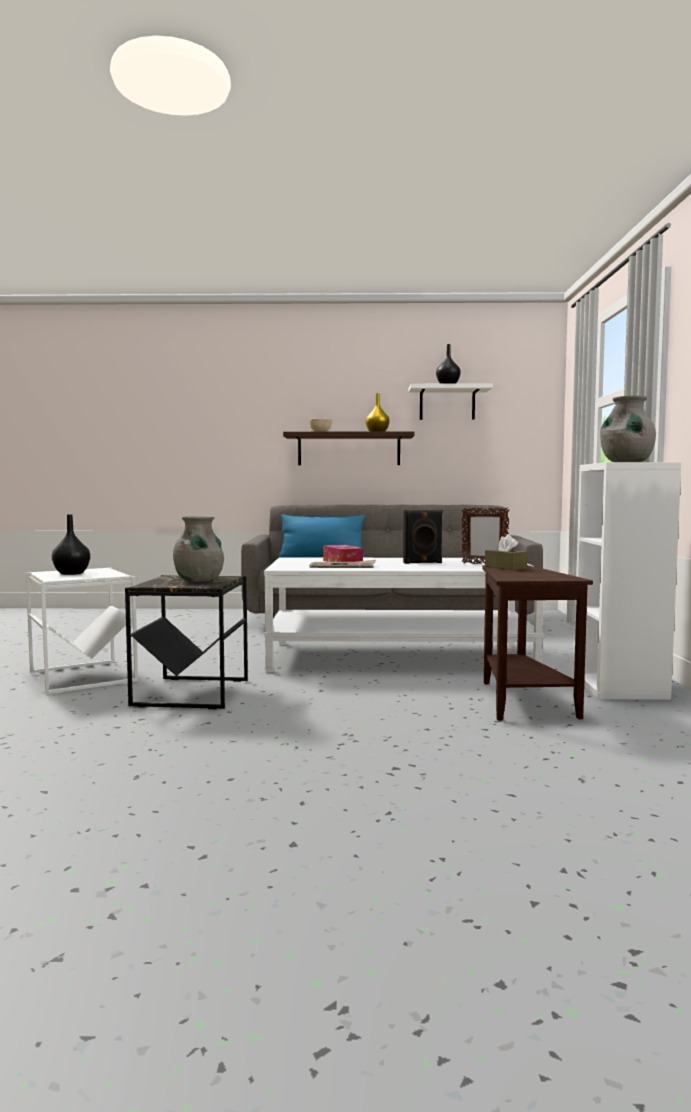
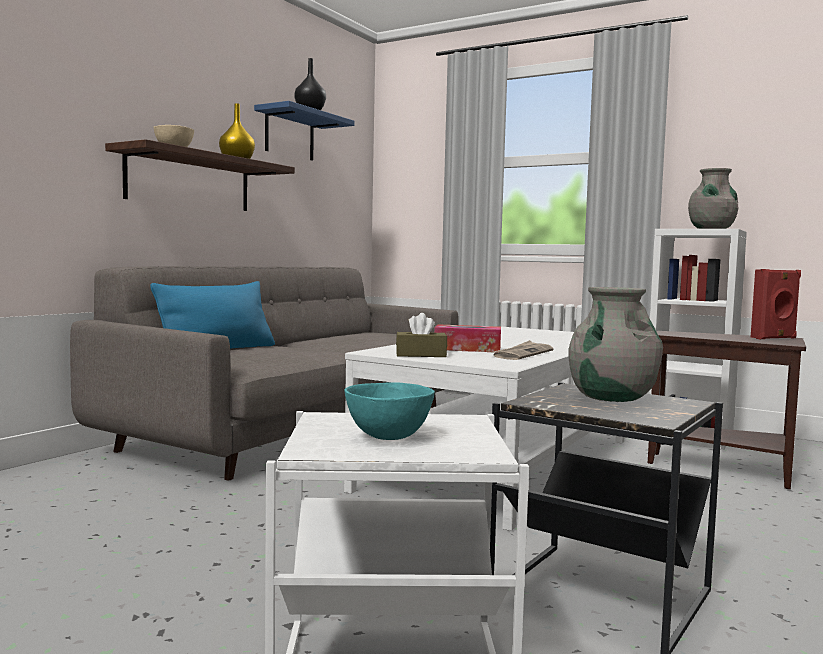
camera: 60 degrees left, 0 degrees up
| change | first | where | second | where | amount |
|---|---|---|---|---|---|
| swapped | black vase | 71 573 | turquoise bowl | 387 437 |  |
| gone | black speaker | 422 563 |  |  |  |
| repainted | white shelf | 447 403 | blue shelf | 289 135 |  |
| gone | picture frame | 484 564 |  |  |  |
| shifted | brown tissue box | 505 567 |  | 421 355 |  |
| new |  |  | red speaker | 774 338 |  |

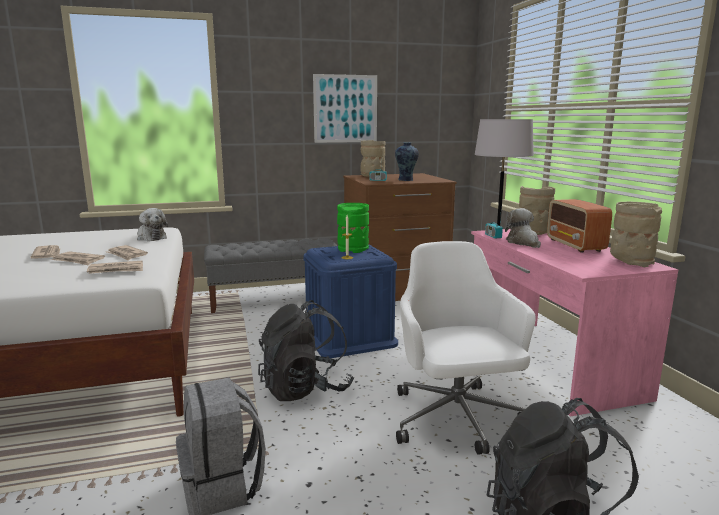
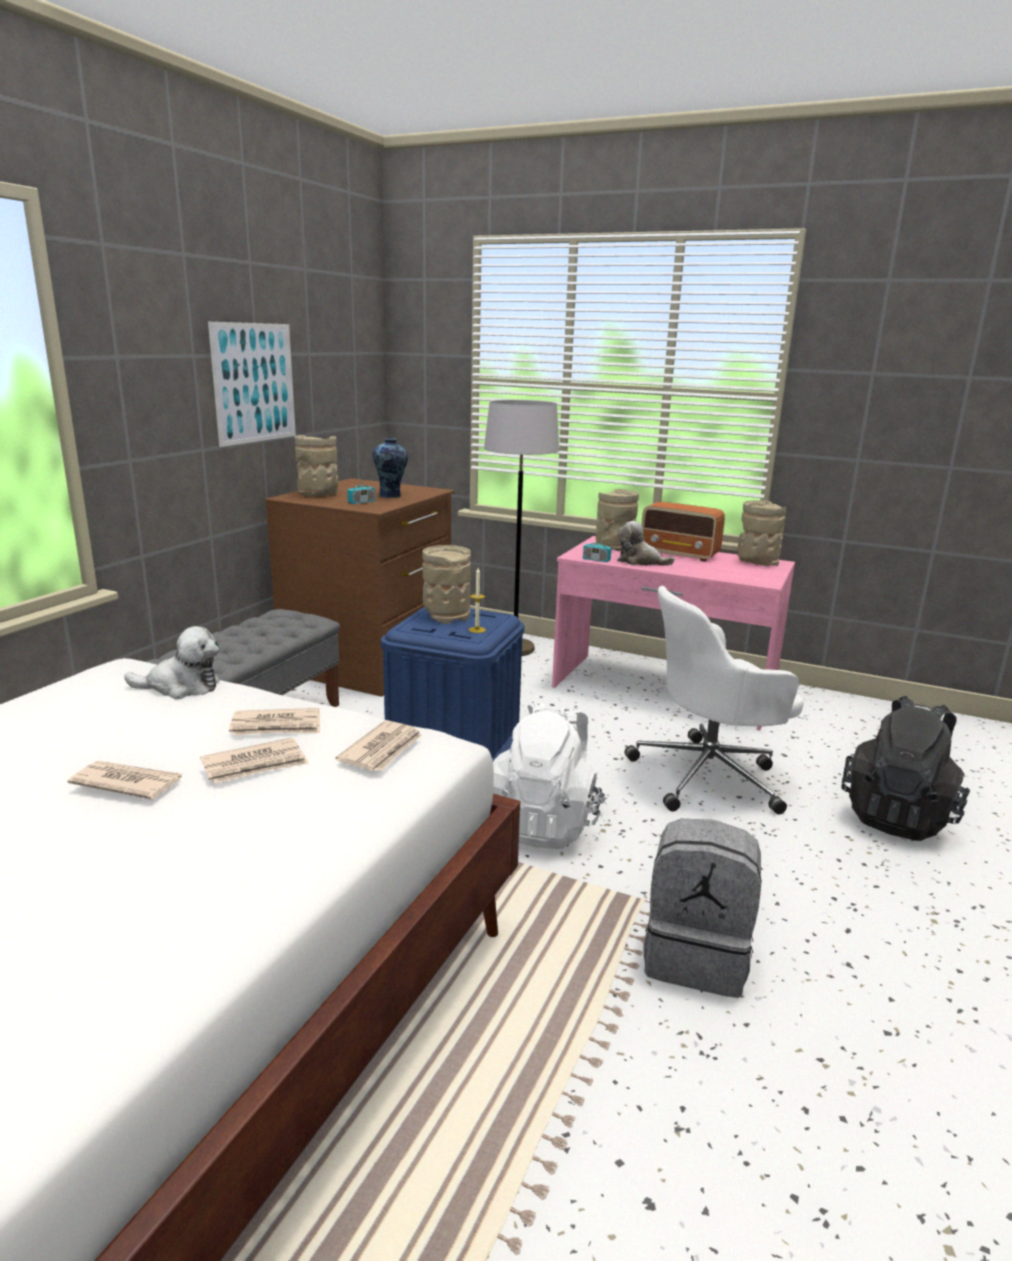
camera: 50 degrees left, 5 degrees up
| change | first | where | second | where | amount |
|---|---|---|---|---|---|
| repainted | black backpack | 305 389 | white backpack | 545 823 |  |
| repainted | green vase | 353 249 | beige vase | 446 615 |  |
| rotated | white office chair | 456 419 |  | 709 776 | 45 degrees counterclockwise |

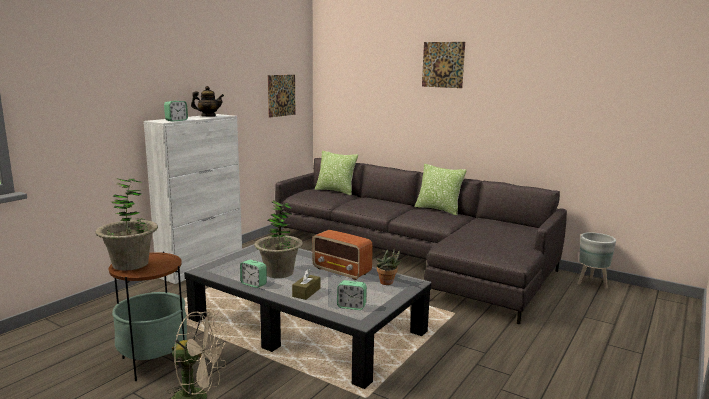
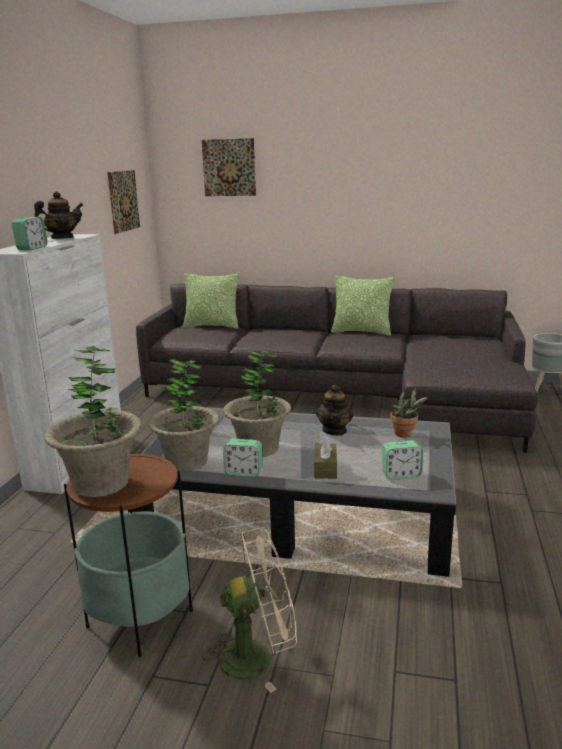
camera: 20 degrees left, 5 degrees up
| change | first | where | second | where | amount |
|---|---|---|---|---|---|
| swapped | radio | 342 271 | teapot | 335 430 |  |
| shifted | picture | 443 64 |  | 229 167 |  |
| new |  |  | potted plant | 187 461 |  |

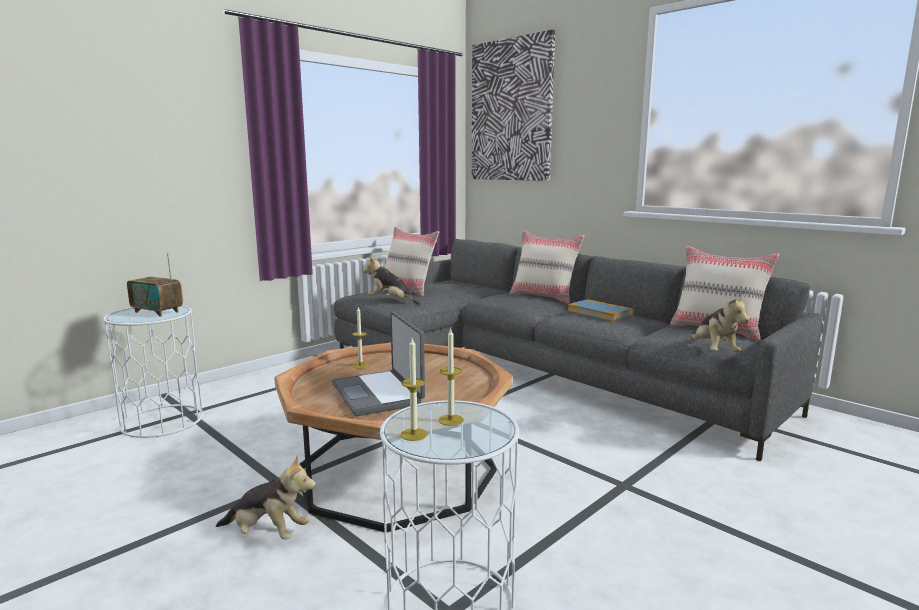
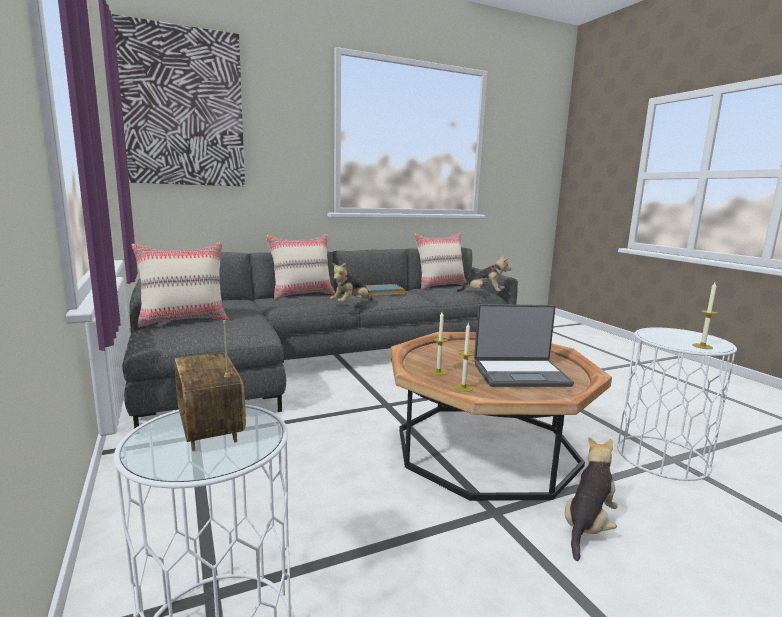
camera: 70 degrees left, 0 degrees up
| change | first | where | second | where | amount |
|---|---|---|---|---|---|
| rotated | radio | 157 312 |  | 210 428 | 105 degrees clockwise |
| shifted | plush toy | 391 302 |  | 351 304 |  |
| shifted | candle | 451 420 |  | 463 388 |  |

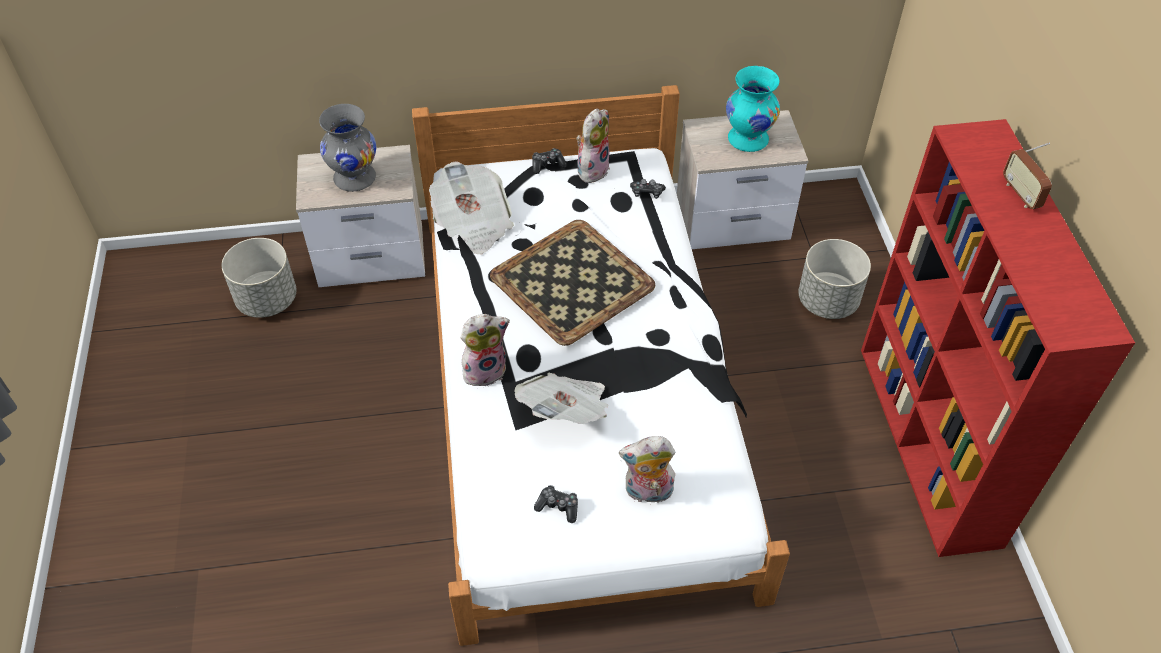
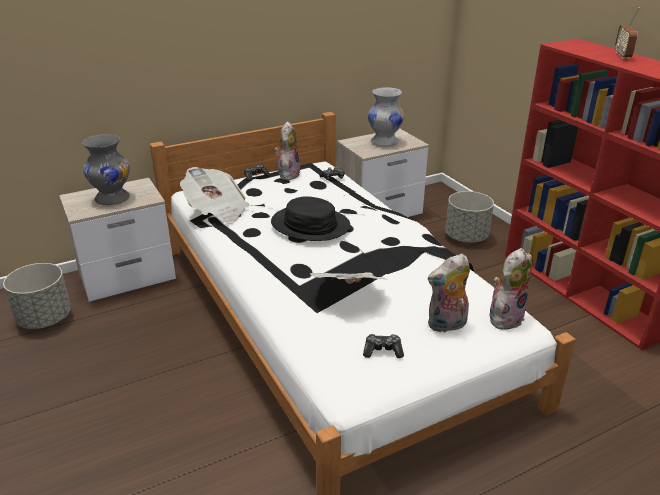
camera: 20 degrees left, 20 degrees down
| change | first | where | second | where | amount |
|---|---|---|---|---|---|
| shifted | plush toy | 485 370 |  | 505 317 |  |
| swapped | tray | 572 283 | black hat | 310 225 |  |
| repainted | turquoise vase | 748 140 | white vase | 385 142 |  |
| rotated | radio | 1020 194 |  | 622 56 | 45 degrees clockwise |

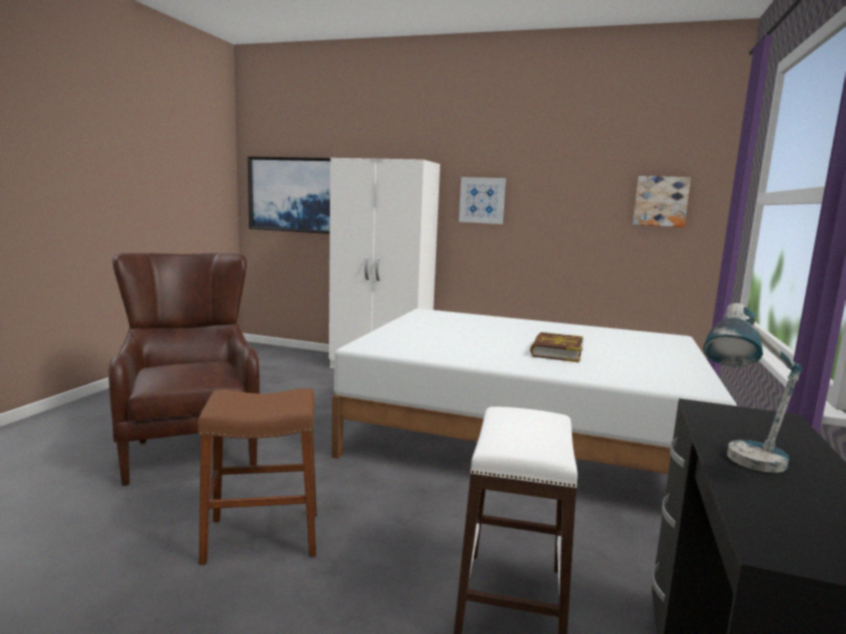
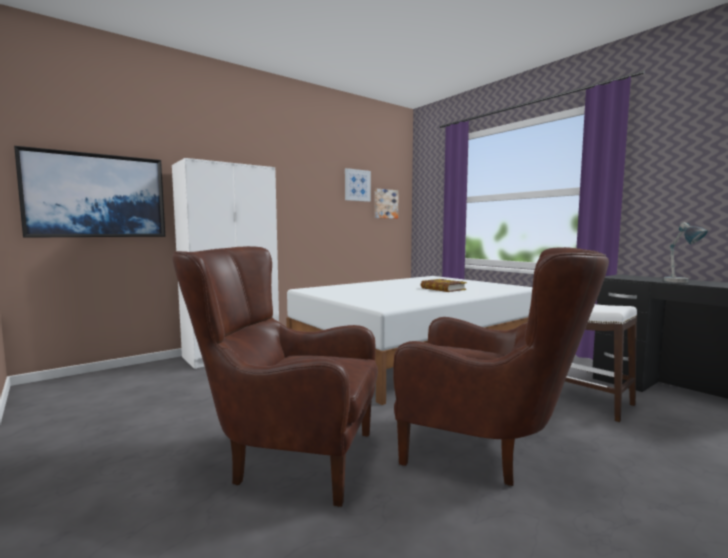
camera: 55 degrees left, 5 degrees down
| change | first | where | second | where | amount |
|---|---|---|---|---|---|
| swapped | brown stool | 262 536 | brown armchair | 487 451 |  |
| shifted | picture | 482 200 |  | 357 185 |  |

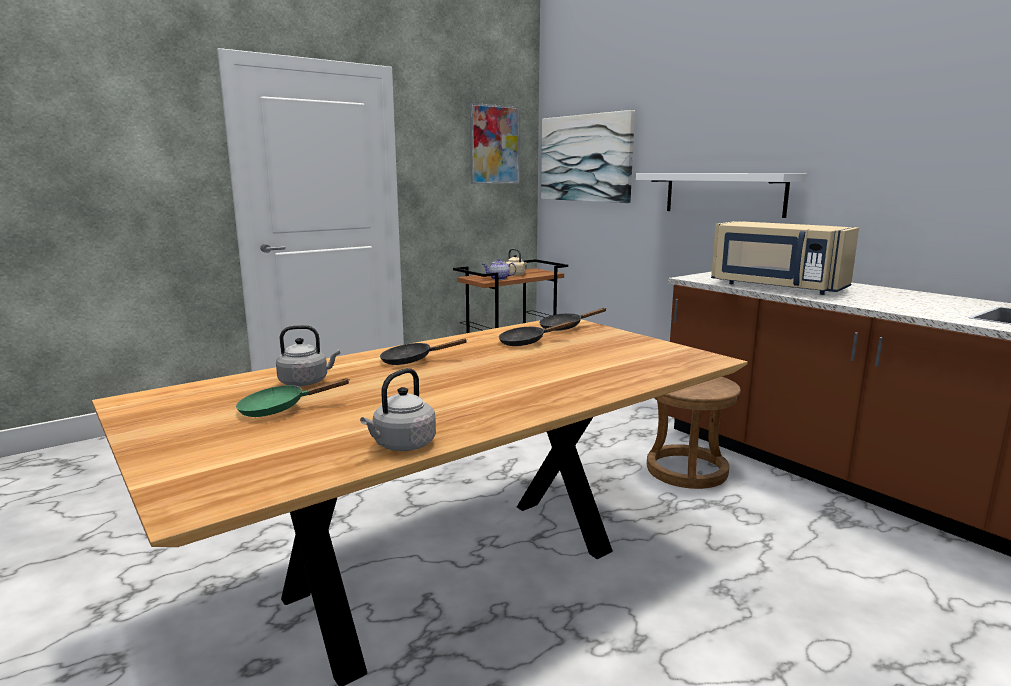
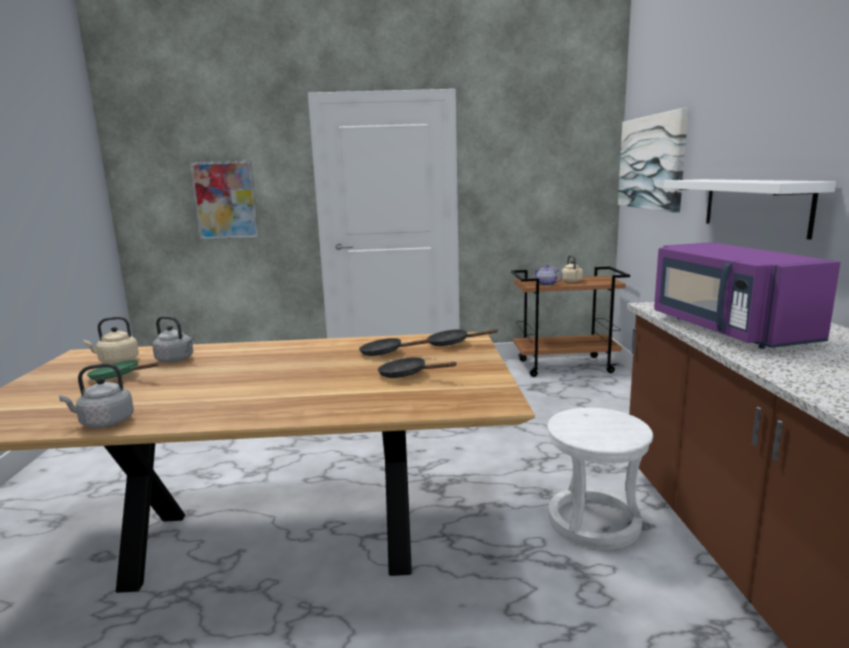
camera: 35 degrees right, 0 degrees up
| change | first | where | second | where | amount |
|---|---|---|---|---|---|
| shifted | black frying pan | 412 360 |  | 407 375 |  |
| shifted | picture | 494 145 |  | 225 200 |  |
| repainted | brown stool | 687 470 | white stool | 594 521 |  |
| repainted | beige microwave | 776 287 | purple microwave | 727 329 |  |
| new |  |  | beige kettle | 117 361 |  |

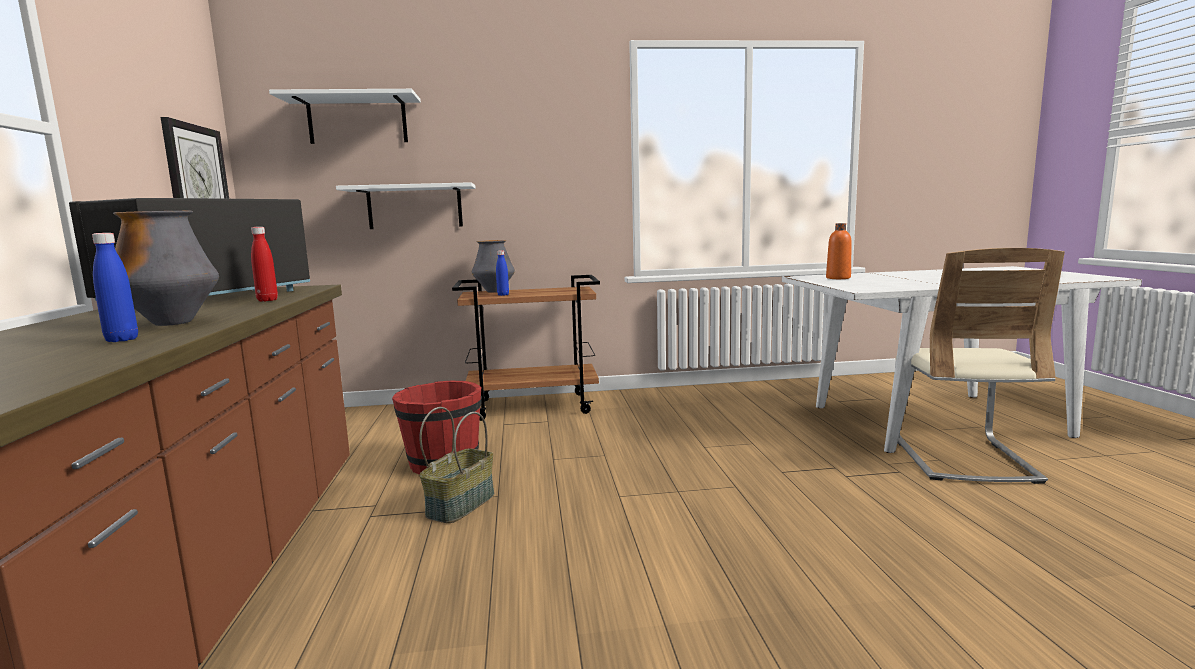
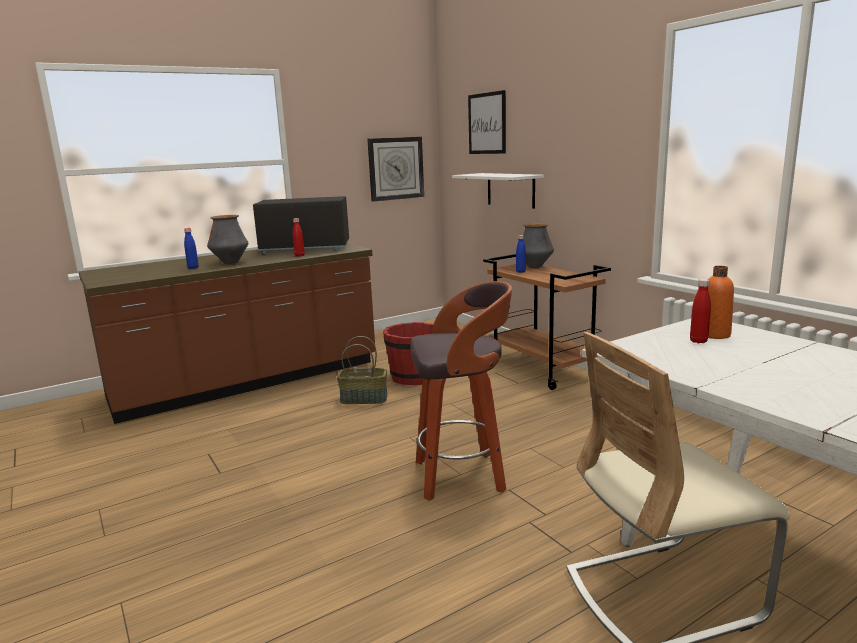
camera: 65 degrees right, 5 degrees up
| change | first | where | second | where | amount |
|---|---|---|---|---|---|
| swapped | white shelf | 357 121 | picture | 487 123 |  |
| new |  |  | stool | 462 476 |  |
| new |  |  | red bottle | 698 341 |  |

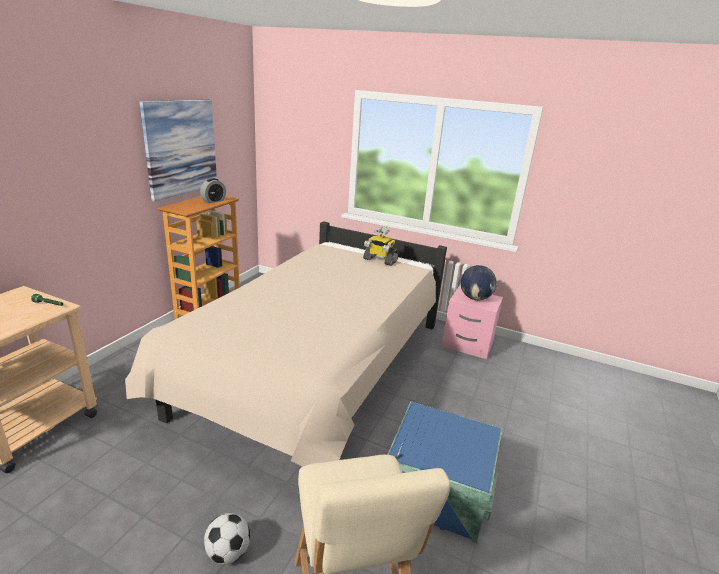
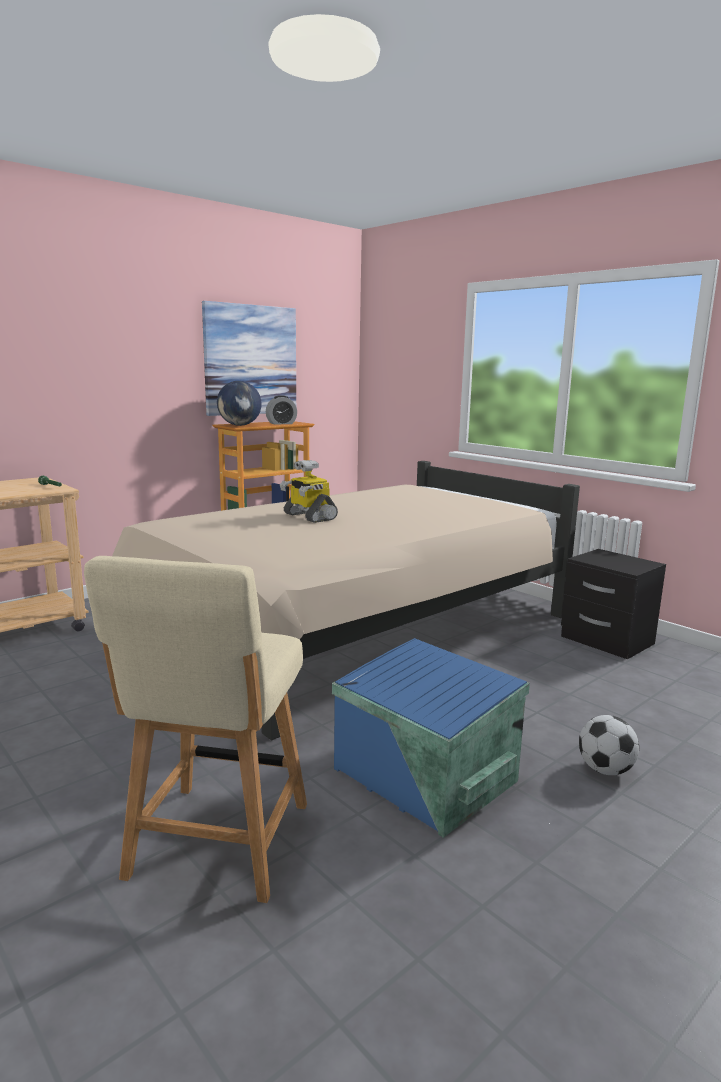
camera: 25 degrees right, 10 degrees down
| change | first | where | second | where | amount |
|---|---|---|---|---|---|
| shifted | football | 228 553 |  | 604 770 |  |
| shifted | toy robot | 379 260 |  | 309 516 |  |
| repainted | pink nightstand | 467 345 | black nightstand | 606 641 |  |
| shifted | globe | 475 298 |  | 240 425 |  |

